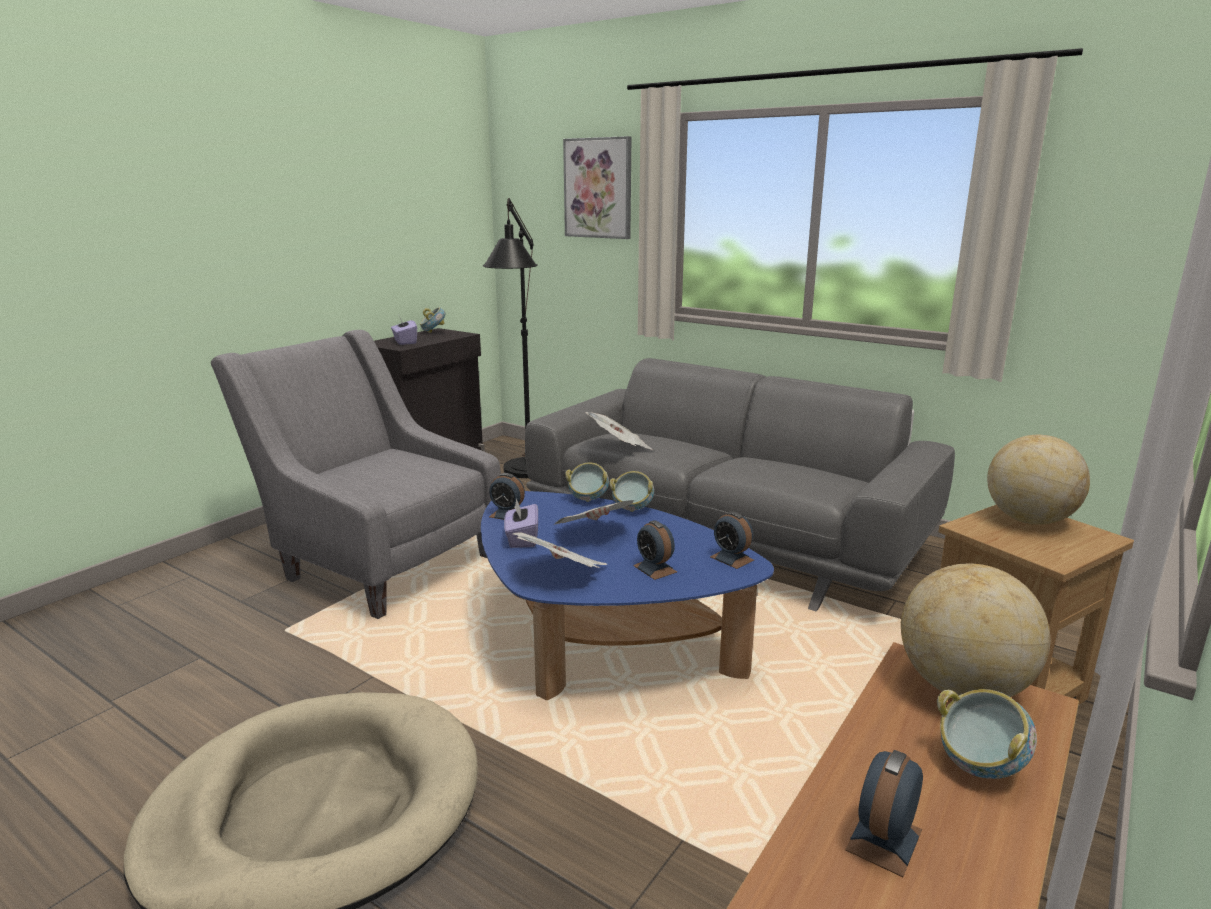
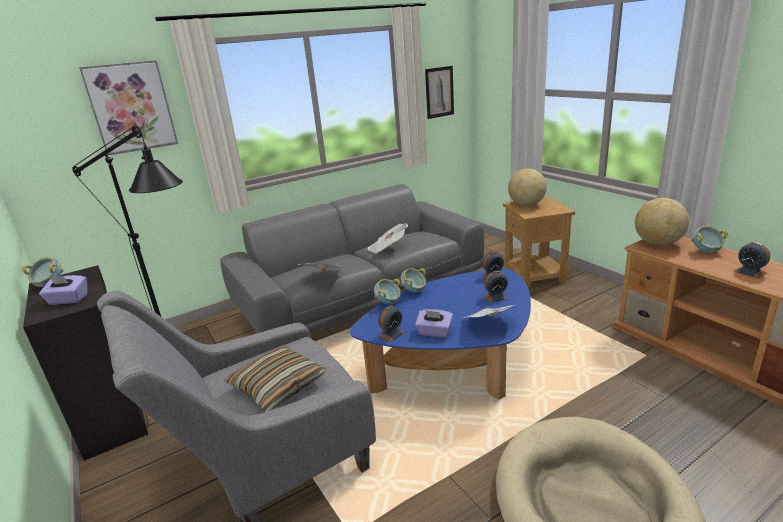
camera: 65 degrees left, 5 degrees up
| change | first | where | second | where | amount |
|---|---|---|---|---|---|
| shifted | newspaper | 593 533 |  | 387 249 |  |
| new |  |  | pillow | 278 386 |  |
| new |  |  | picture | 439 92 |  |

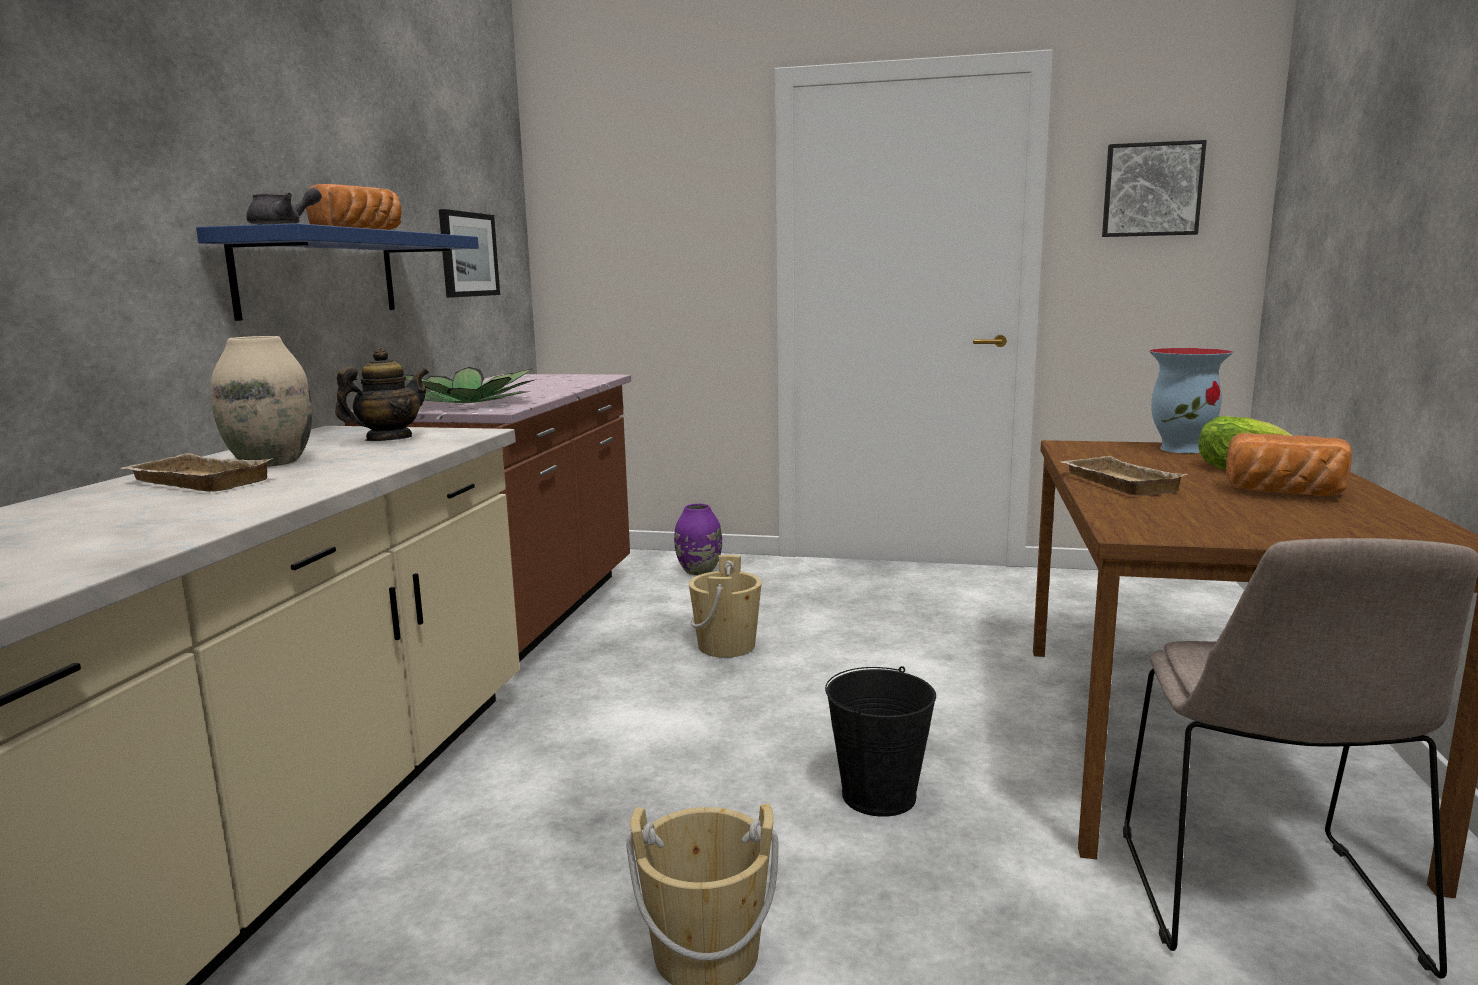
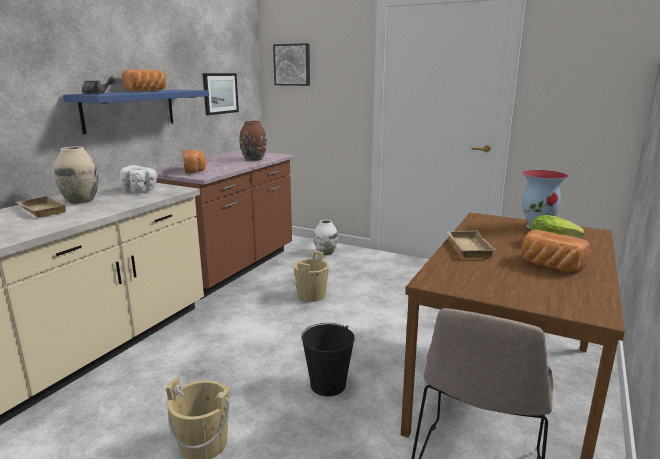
camera: 15 degrees right, 5 degrees up
| change | first | where | second | where | amount |
|---|---|---|---|---|---|
| swapped | teapot | 388 439 | white bowl | 141 191 |  |
| swapped | potted plant | 468 403 | bread | 195 170 |  |
| repainted | purple vase | 699 571 | white vase | 325 253 |  |
| shifted | picture | 1151 190 |  | 292 65 |  |
| new |  |  | brown vase | 254 159 |  |

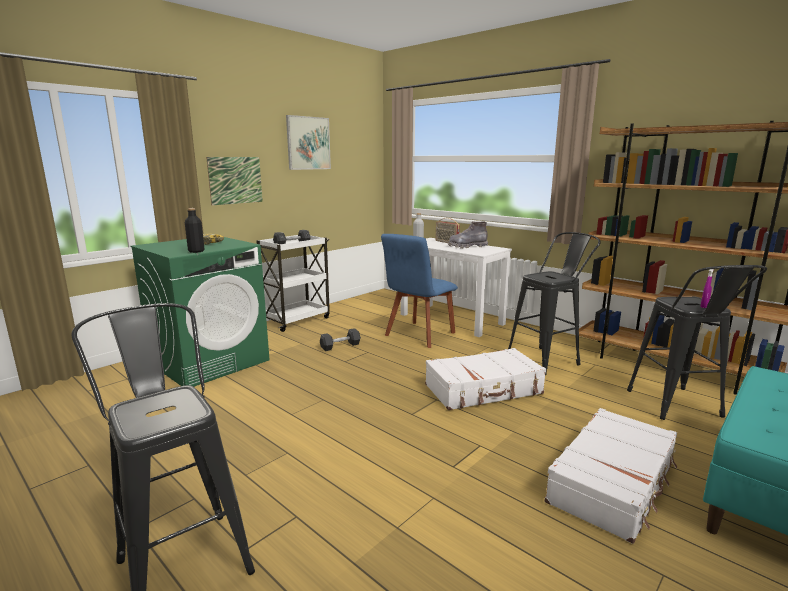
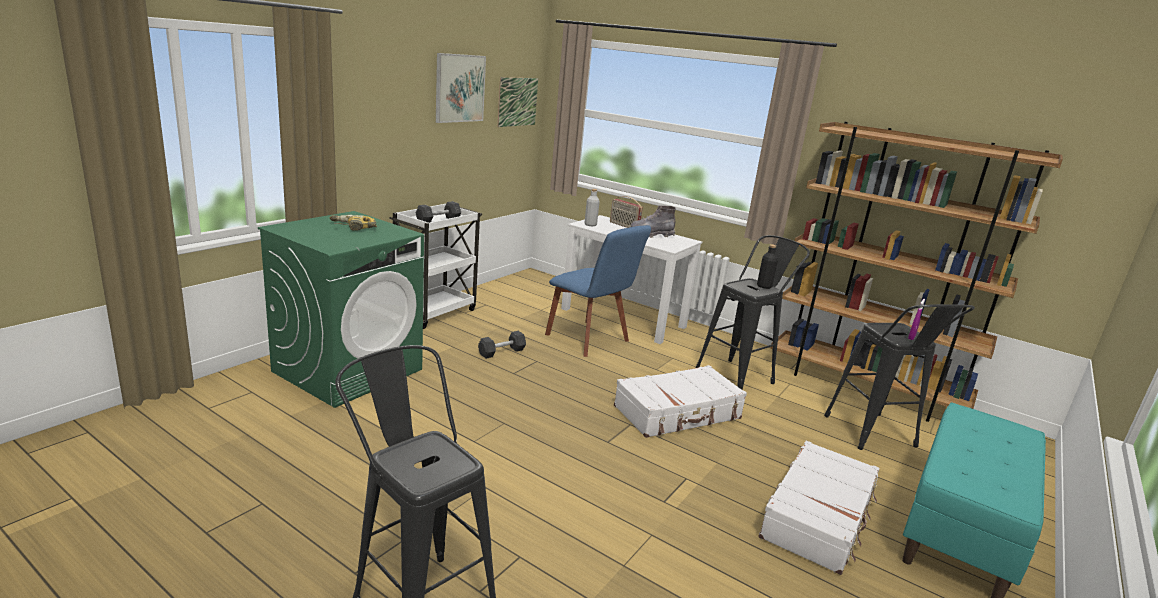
camera: 10 degrees left, 5 degrees up
| change | first | where | second | where | amount |
|---|---|---|---|---|---|
| shifted | black bottle | 196 251 |  | 764 286 |  |
| shifted | picture | 235 180 |  | 517 102 |  |
| rotated | blue chair | 418 335 |  | 590 339 | 75 degrees counterclockwise |

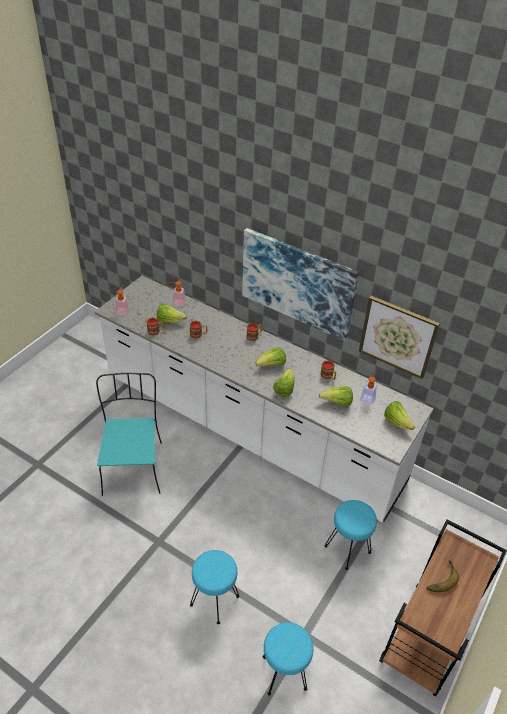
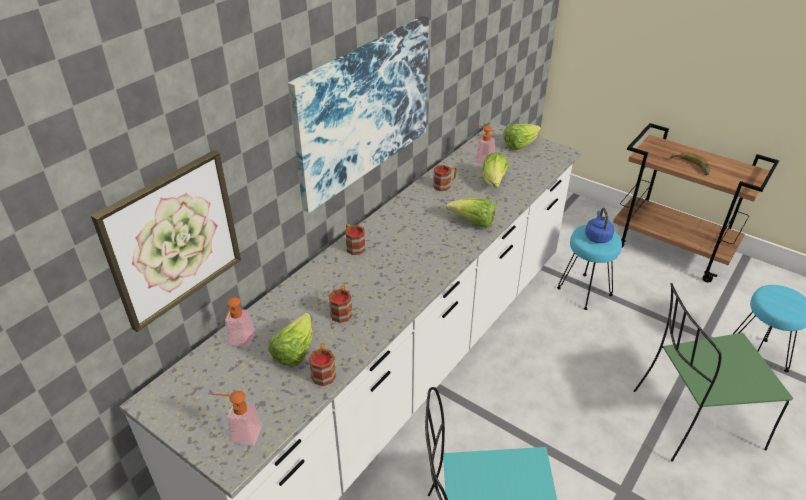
camera: 85 degrees left, 5 degrees down
| change | first | where | second | where | amount |
|---|---|---|---|---|---|
| swapped | turquoise stool | 215 600 | green chair | 693 420 |  |
| gone | lettuce | 271 365 |  |  |  |
| shifted | picture | 397 336 |  | 172 239 |  |
| new |  |  | blue kettle | 597 236 |  |

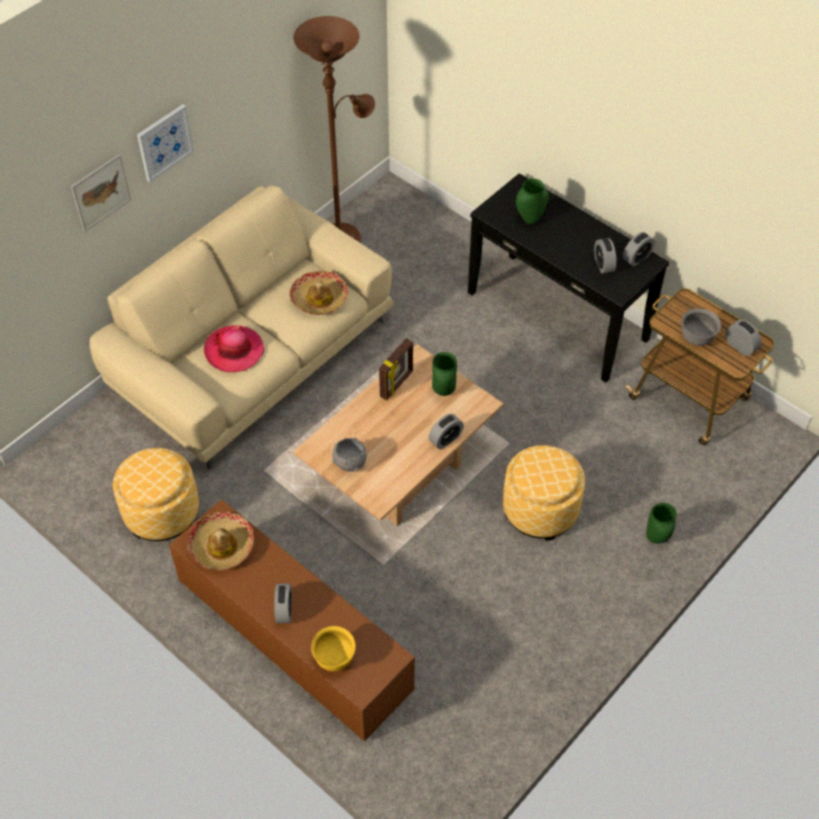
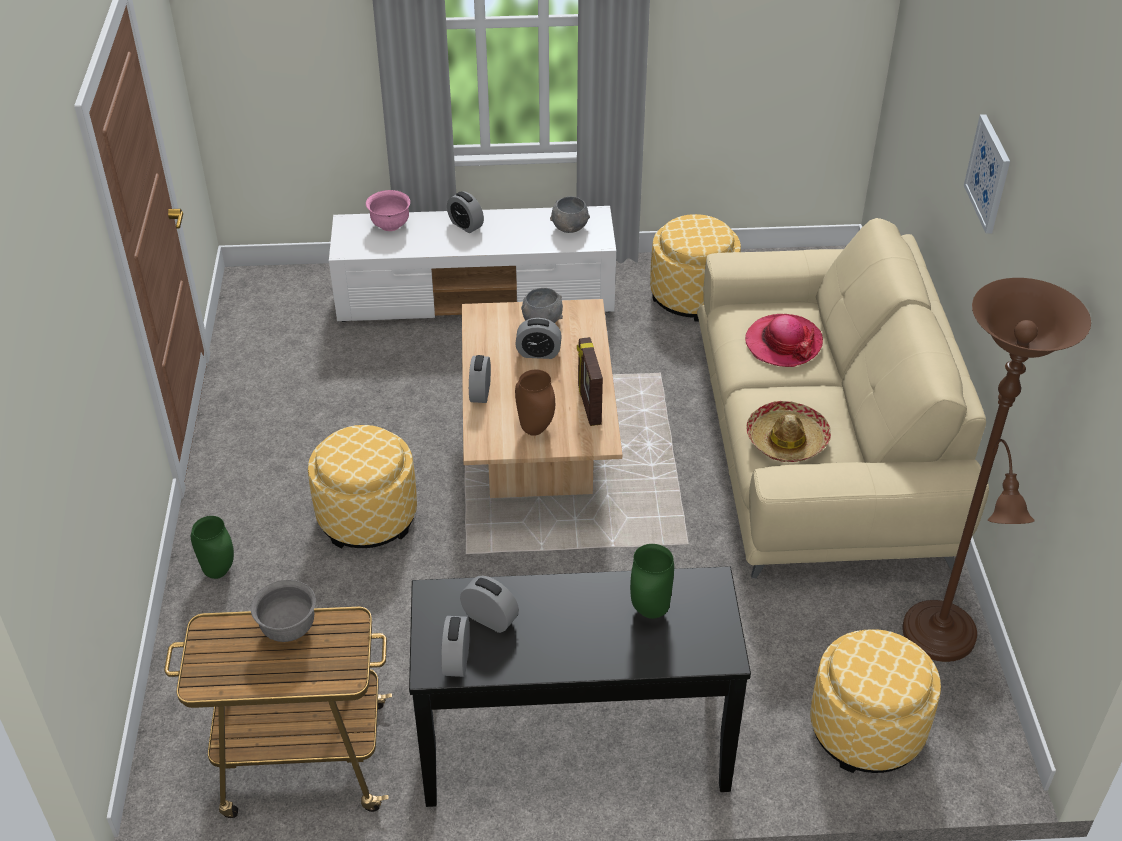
camera: 135 degrees right, 10 degrees down
| change | first | where | second | where | amount |
|---|---|---|---|---|---|
| gone | picture | 100 192 |  |  |  |
| repainted | brown tv stand | 292 635 | white tv stand | 477 296 |  |
| swapped | hat | 221 546 | grey bowl | 569 227 |  |
| repainted | yellow bowl | 334 658 | pink bowl | 390 225 |  |
| repainted | green vase | 443 391 | brown vase | 536 429 |  |
| shifted | alarm clock | 740 346 |  | 538 353 |  |
| new |  |  | ottoman | 866 729 |  |

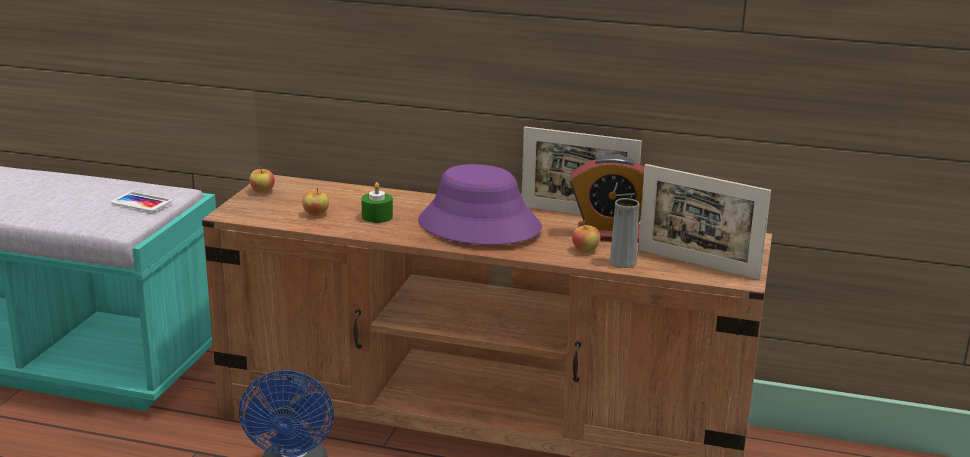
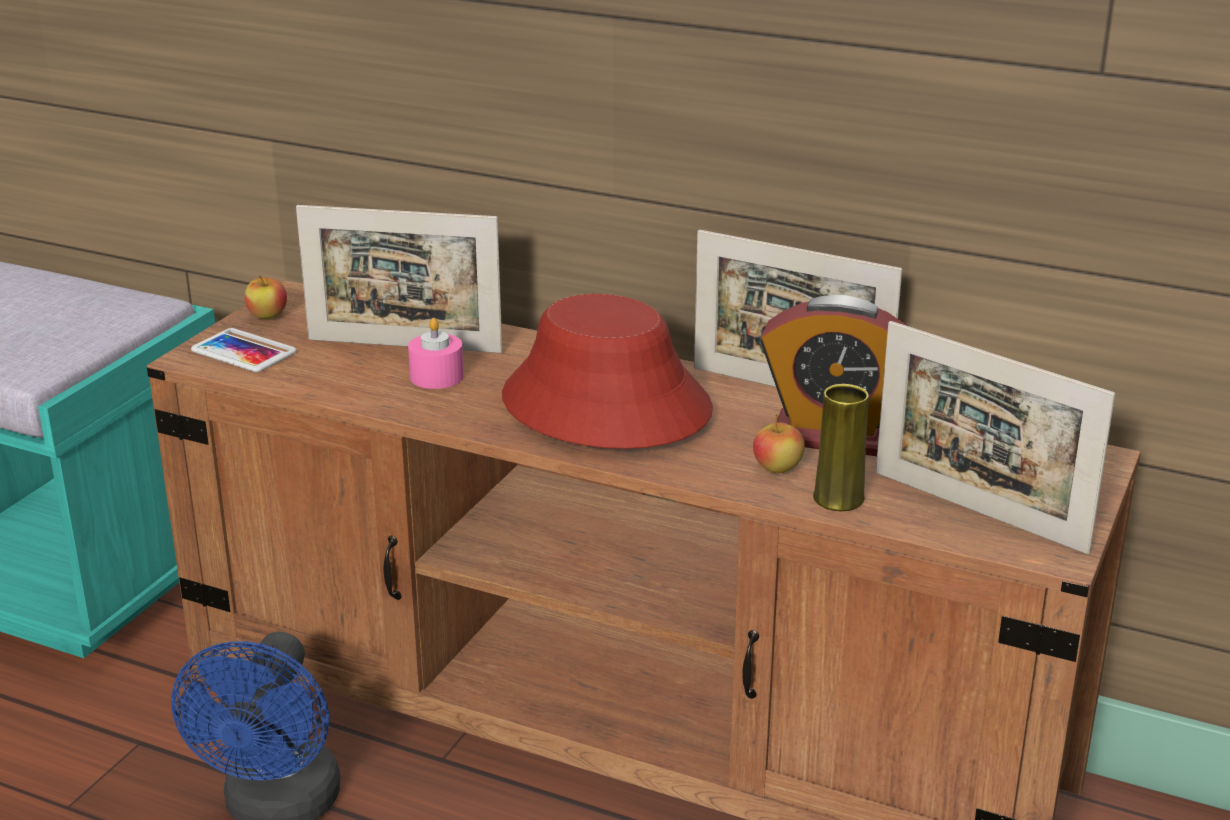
camera: 10 degrees right, 5 degrees up
| change | first | where | second | where | amount |
|---|---|---|---|---|---|
| shifted | phone | 141 202 |  | 244 351 |  |
| gone | apple | 316 214 |  |  |  |
| repainted | green candle | 377 217 | pink candle | 436 376 |  |
| repainted | purple hat | 478 226 | red hat | 604 405 |  |
| repainted | grey vase | 622 262 | yellow vase | 838 499 |  |
| new |  |  | picture frame | 404 346 |  |

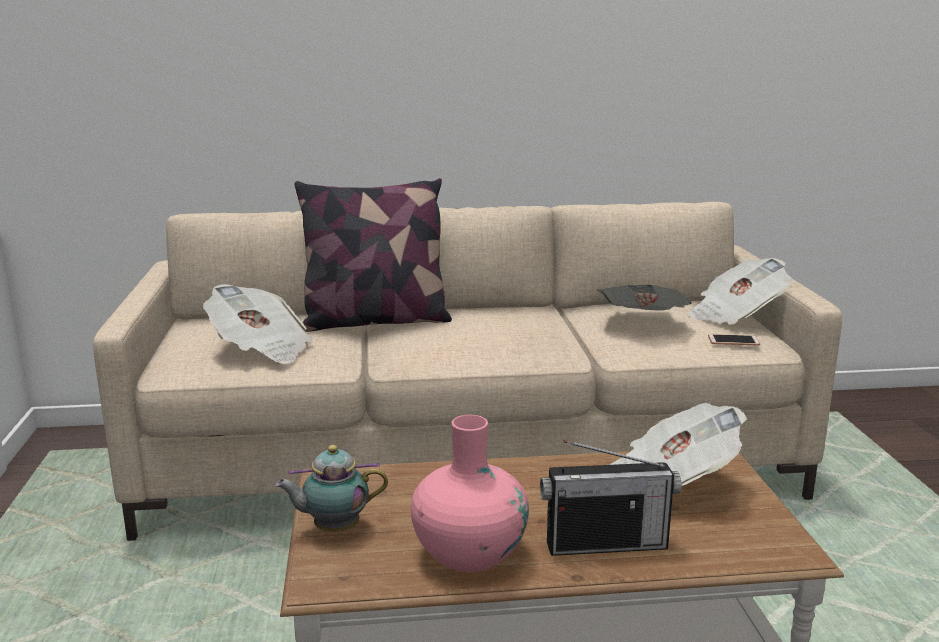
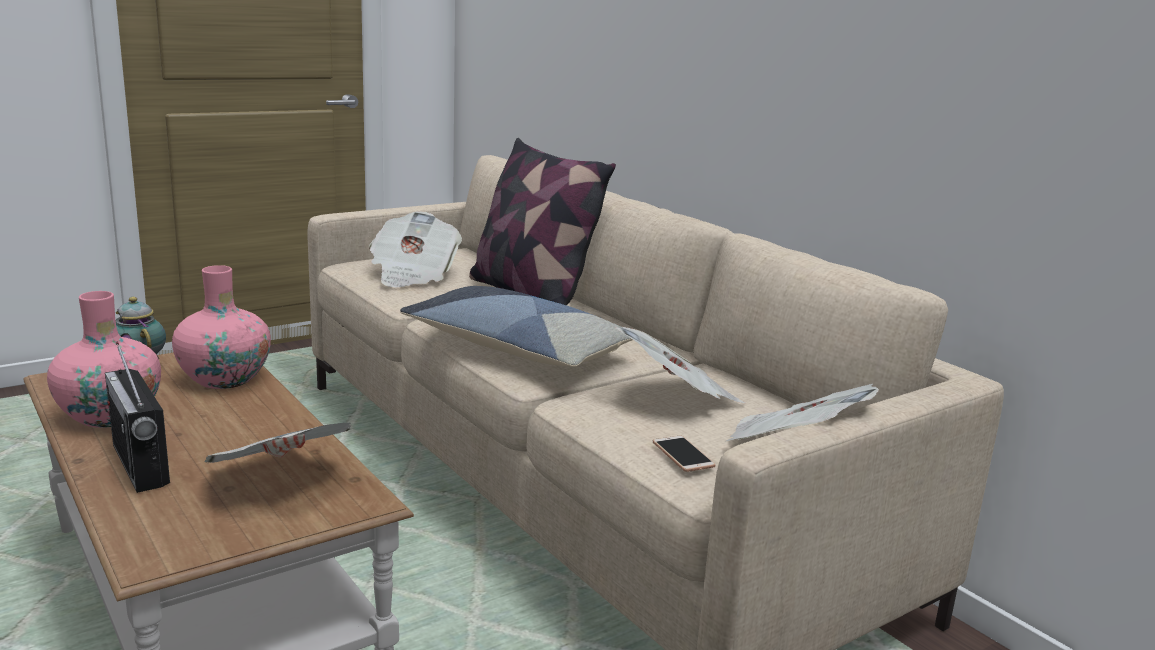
camera: 60 degrees right, 0 degrees up
| change | first | where | second | where | amount |
|---|---|---|---|---|---|
| new |  |  | pink vase | 225 379 |  |
| new |  |  | pillow | 516 348 |  |

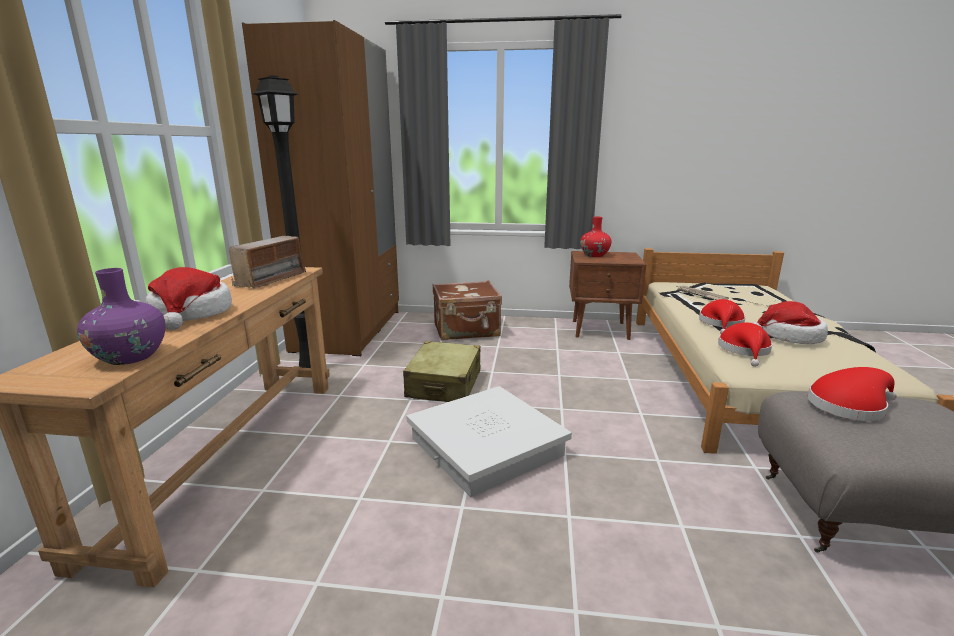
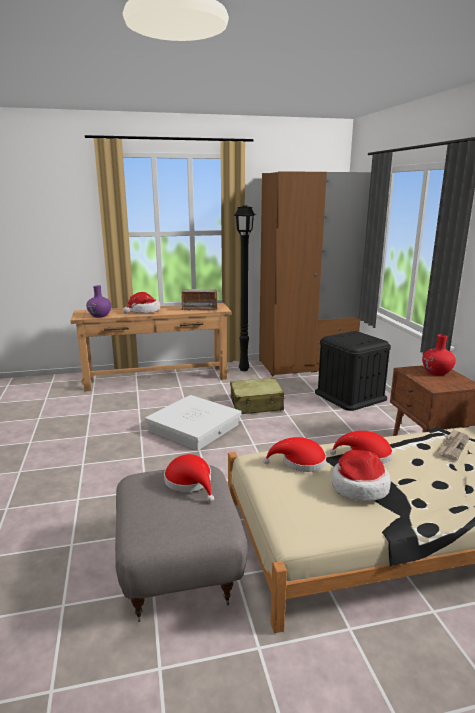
camera: 70 degrees right, 0 degrees up
| change | first | where | second | where | amount |
|---|---|---|---|---|---|
| swapped | brown suitcase | 466 330 | black storage box | 350 395 |  |

